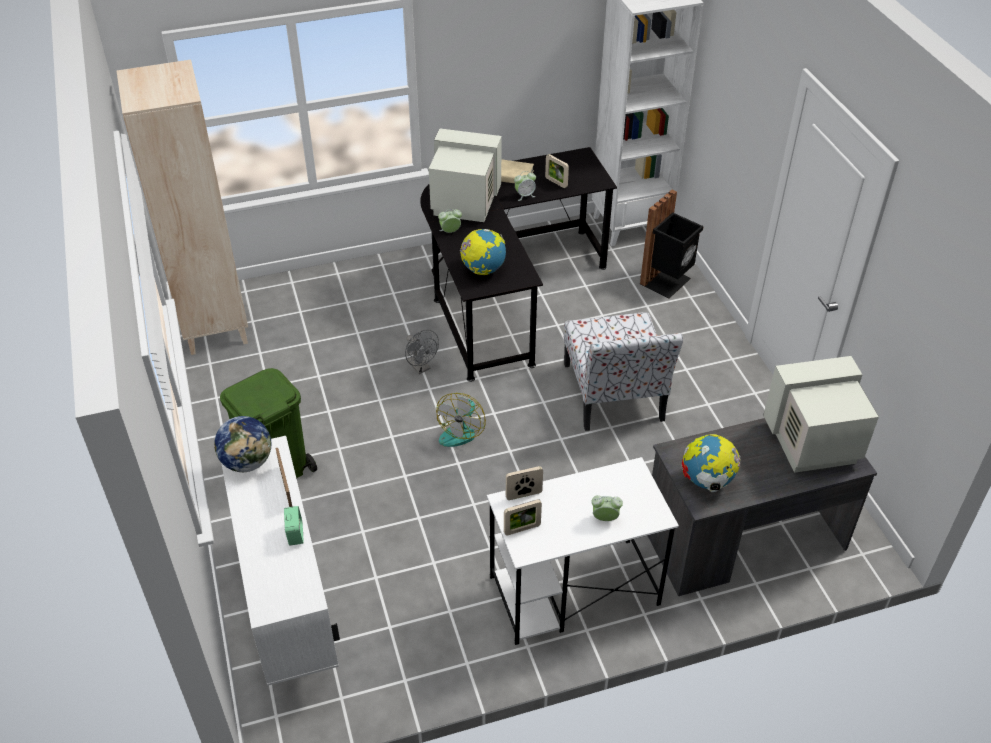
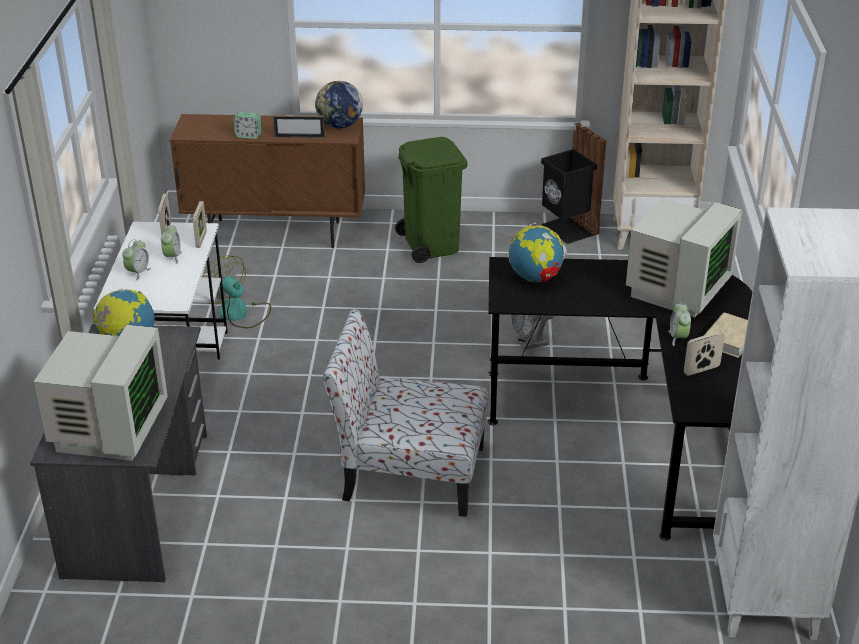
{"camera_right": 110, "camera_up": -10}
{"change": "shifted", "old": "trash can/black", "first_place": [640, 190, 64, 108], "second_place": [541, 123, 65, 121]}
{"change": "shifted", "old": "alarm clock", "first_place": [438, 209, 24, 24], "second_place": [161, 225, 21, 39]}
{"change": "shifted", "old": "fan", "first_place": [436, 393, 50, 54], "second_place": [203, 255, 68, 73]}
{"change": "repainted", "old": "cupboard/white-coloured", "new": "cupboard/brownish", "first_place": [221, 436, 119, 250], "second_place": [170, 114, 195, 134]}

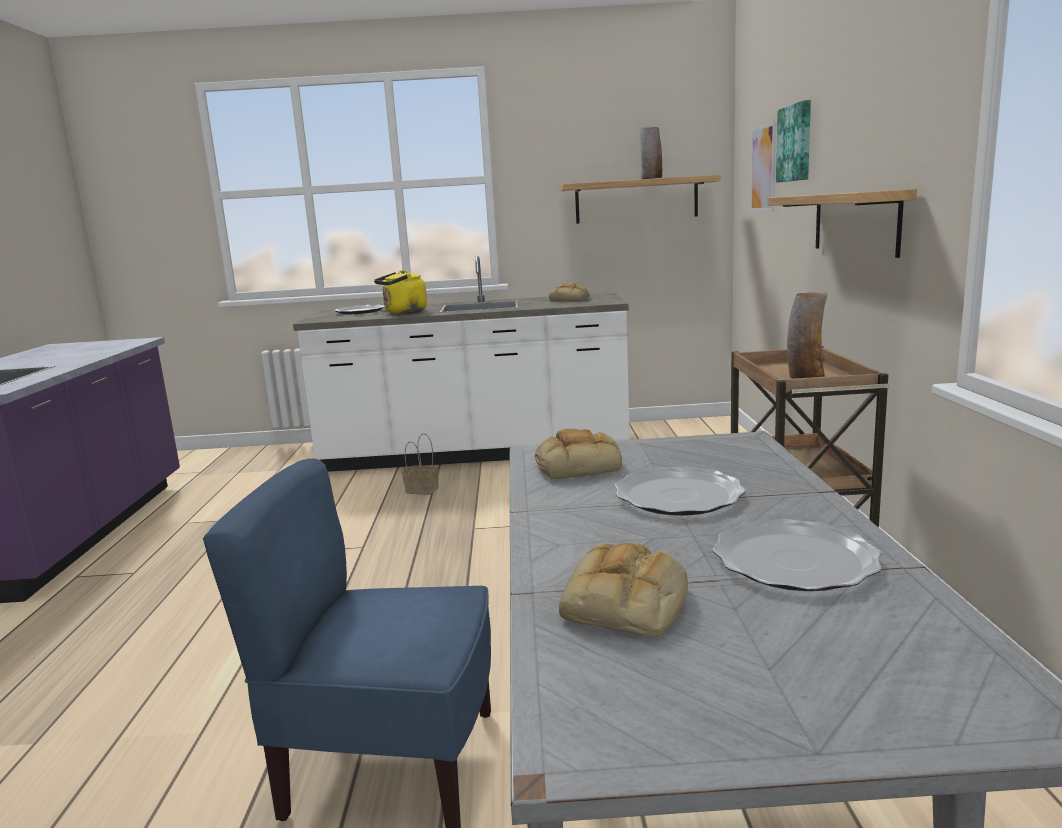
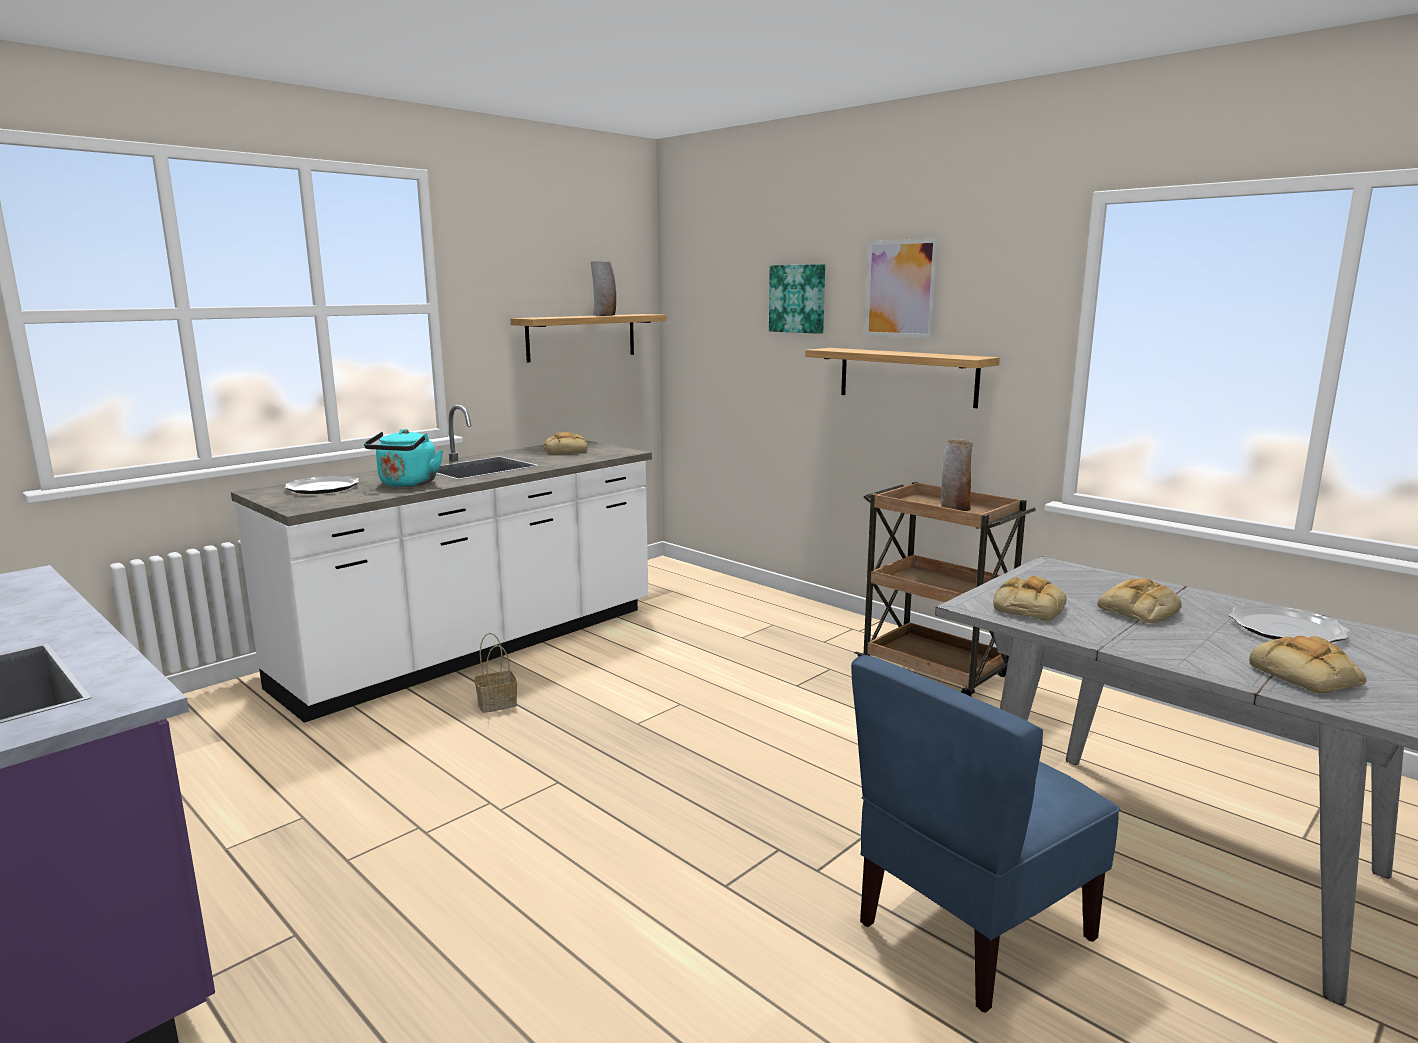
{"camera_right": -45, "camera_up": 0}
{"change": "shifted", "old": "wall picture", "first_place": [750, 121, 26, 91], "second_place": [865, 238, 74, 100]}
{"change": "repainted", "old": "tea kettle/yellow", "new": "tea kettle/turquoise", "first_place": [374, 270, 53, 44], "second_place": [364, 429, 79, 58]}
{"change": "swapped", "old": "plate", "new": "baked bread", "first_place": [615, 466, 131, 50], "second_place": [1097, 578, 85, 45]}

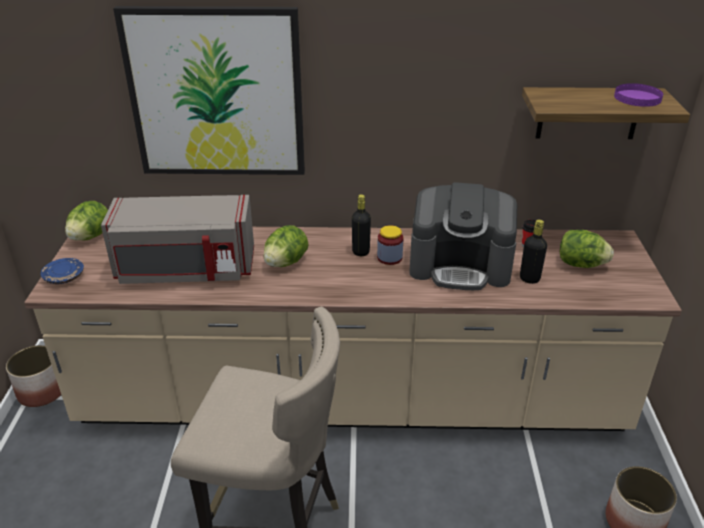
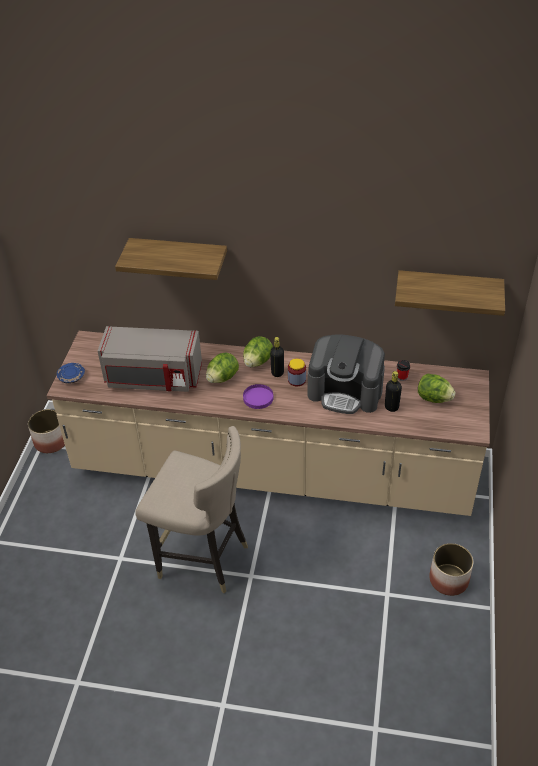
{"camera_right": 10, "camera_up": 10}
{"change": "swapped", "old": "wall picture", "new": "shelf", "first_place": [113, 6, 192, 169], "second_place": [115, 238, 112, 42]}
{"change": "shifted", "old": "plate/purple-coloured", "first_place": [614, 83, 49, 24], "second_place": [243, 384, 30, 25]}
{"change": "shifted", "old": "lettuce head", "first_place": [65, 201, 43, 39], "second_place": [243, 336, 30, 31]}

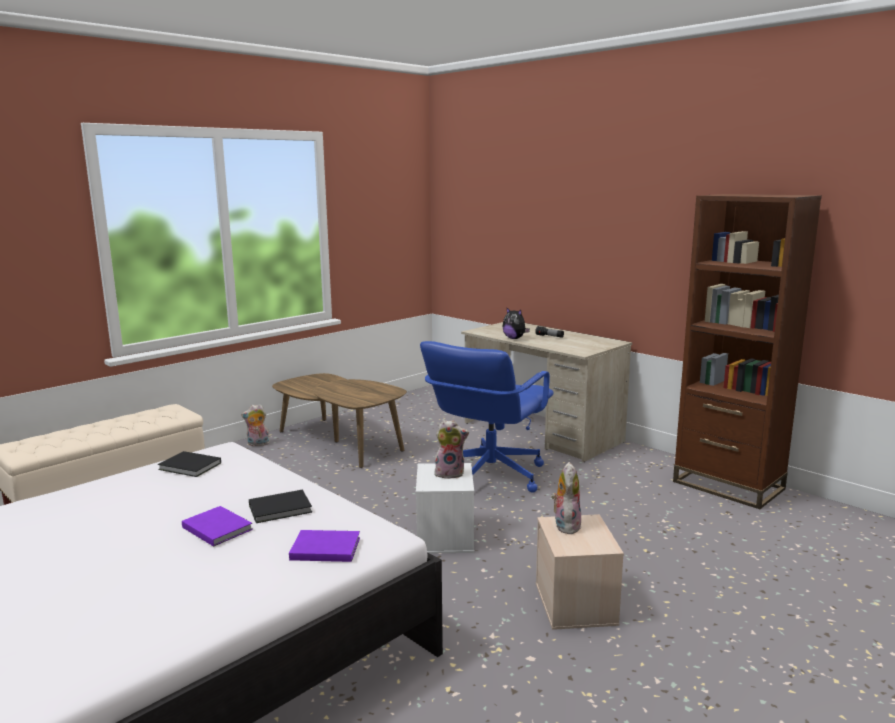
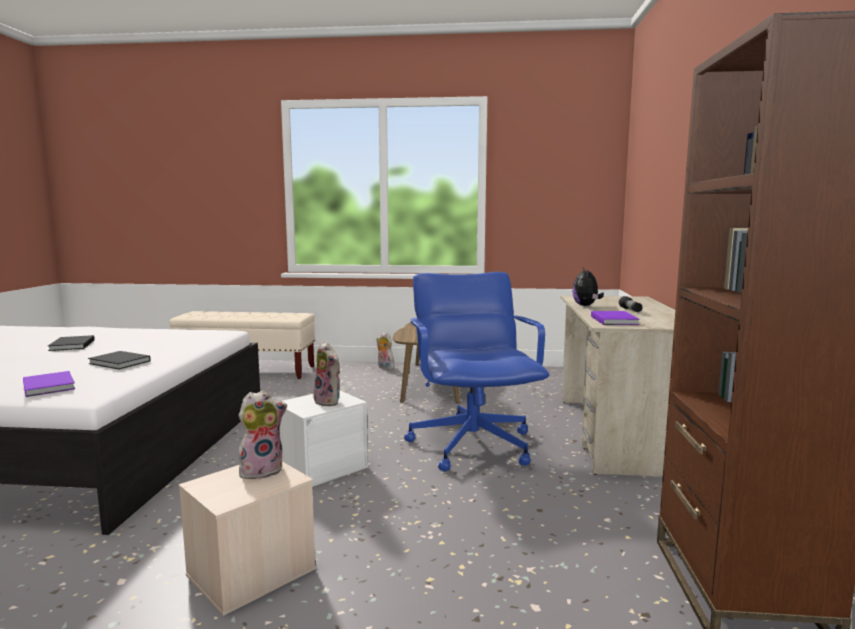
{"camera_right": 50, "camera_up": -5}
{"change": "rotated", "old": "desk chair/blue-coloured", "first_place": [420, 341, 134, 152], "second_place": [404, 272, 146, 199], "degrees": 90}
{"change": "shifted", "old": "book/black", "first_place": [158, 451, 63, 26], "second_place": [48, 335, 47, 16]}
{"change": "shifted", "old": "book/purple-coloured", "first_place": [182, 506, 71, 41], "second_place": [591, 311, 49, 14]}

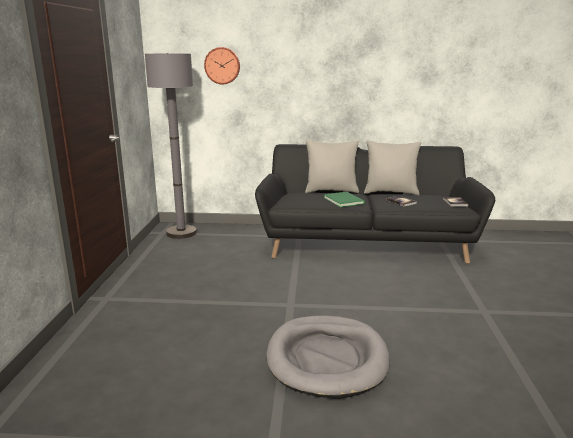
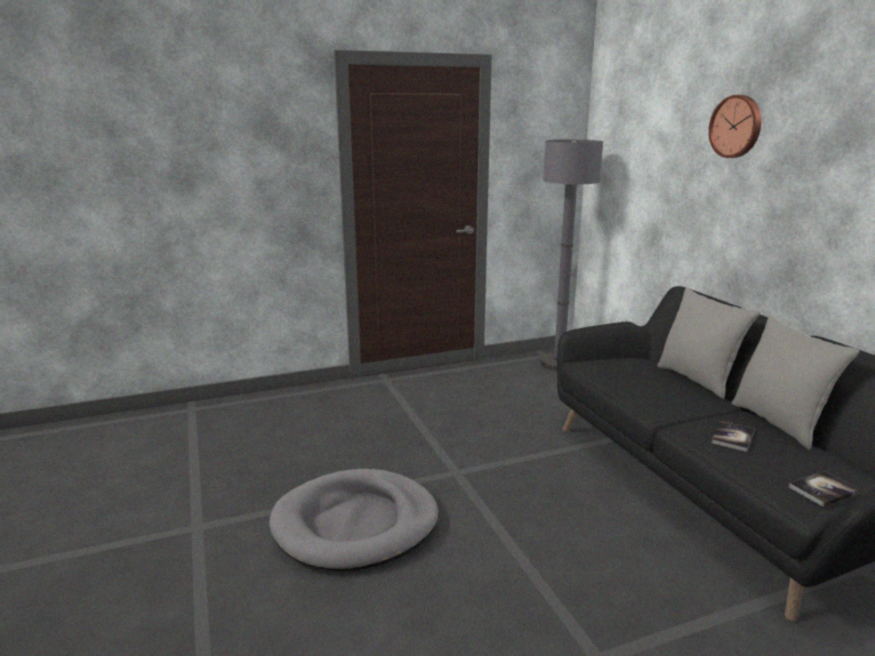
{"camera_right": 65, "camera_up": 0}
{"change": "shifted", "old": "clock on the wall", "first_place": [204, 47, 36, 37], "second_place": [709, 95, 52, 63]}
{"change": "gone", "old": "book/green", "first_place": [324, 192, 41, 15]}

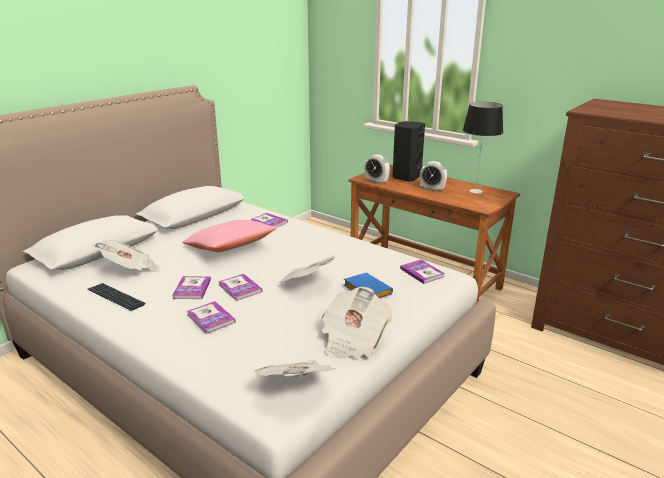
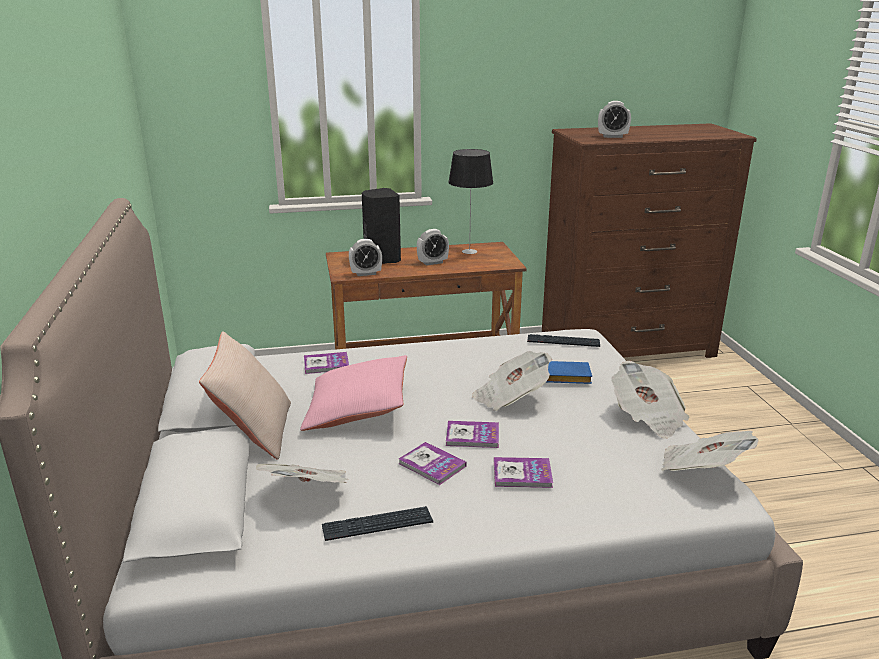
{"camera_right": -50, "camera_up": 0}
{"change": "swapped", "old": "book", "new": "keyboard", "first_place": [400, 259, 45, 25], "second_place": [527, 334, 73, 13]}
{"change": "new", "new": "alarm clock", "second_place": [598, 101, 33, 37]}
{"change": "new", "new": "pillow/beige", "second_place": [199, 331, 92, 129]}

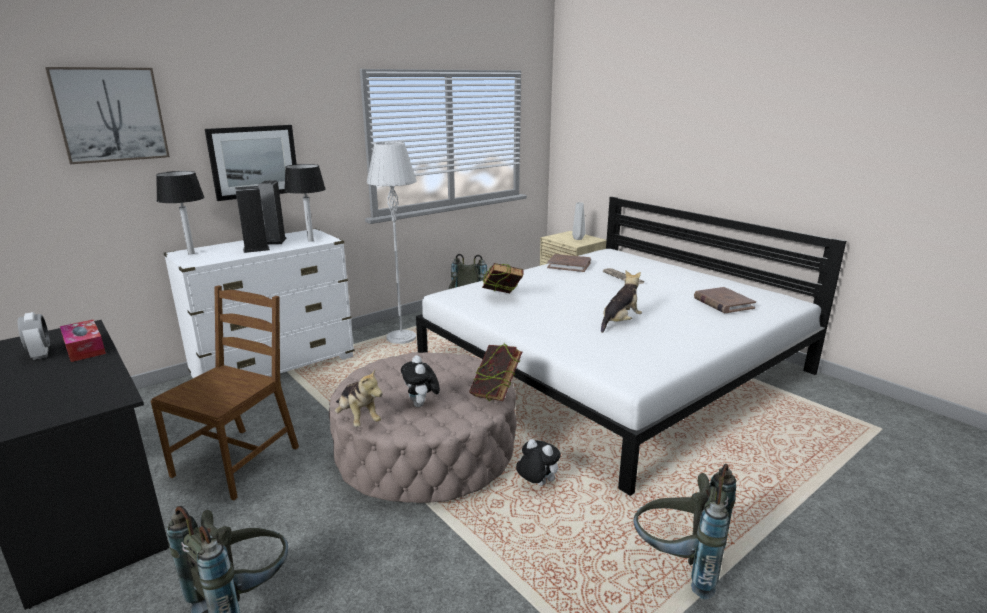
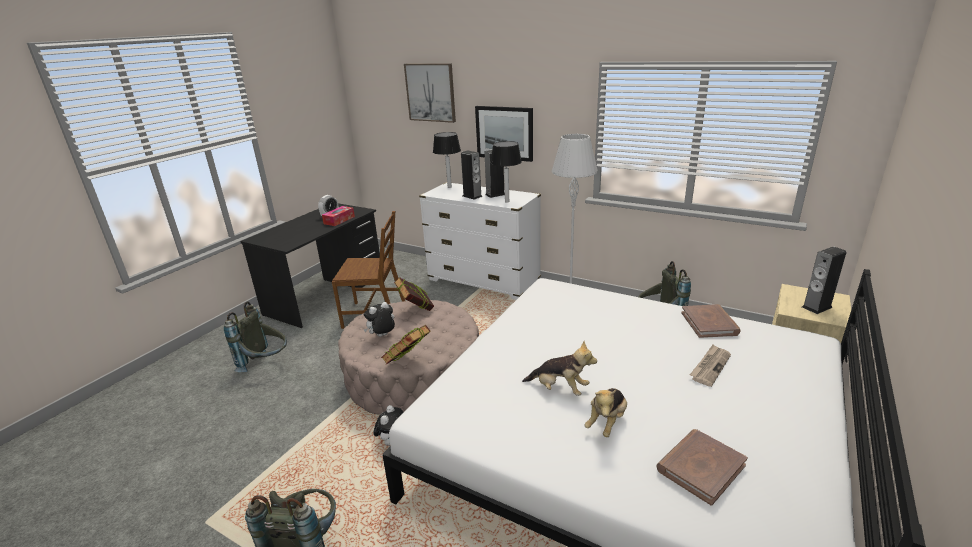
{"camera_right": 70, "camera_up": 5}
{"change": "swapped", "old": "flower vase/gray", "new": "speaker", "first_place": [572, 202, 14, 38], "second_place": [802, 247, 44, 67]}
{"change": "shifted", "old": "book", "first_place": [482, 263, 42, 31], "second_place": [394, 277, 40, 34]}
{"change": "shifted", "old": "soft toy", "first_place": [335, 369, 47, 58], "second_place": [584, 388, 43, 49]}

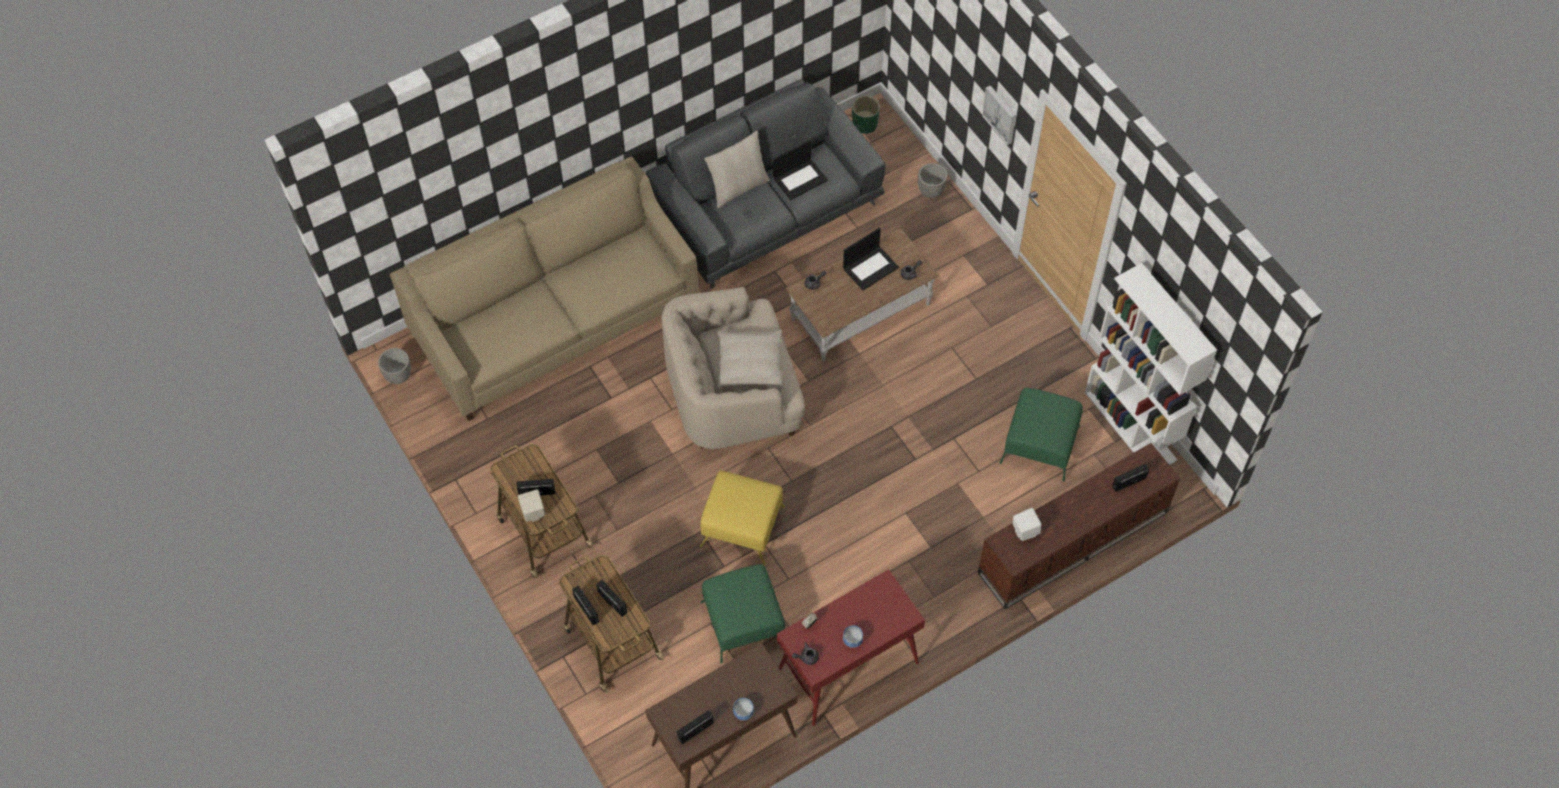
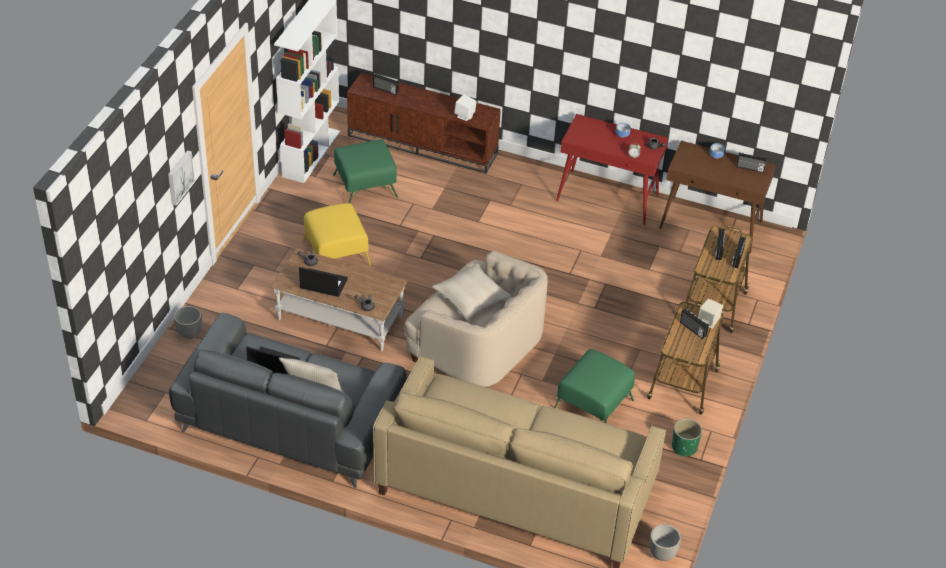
{"camera_right": -130, "camera_up": -15}
{"change": "shifted", "old": "flower pot/green", "first_place": [852, 96, 28, 38], "second_place": [672, 418, 30, 39]}
{"change": "shifted", "old": "ottoman/yellow", "first_place": [700, 471, 85, 94], "second_place": [303, 203, 68, 63]}
{"change": "shifted", "old": "ottoman/green", "first_place": [701, 564, 84, 99], "second_place": [554, 349, 81, 74]}

